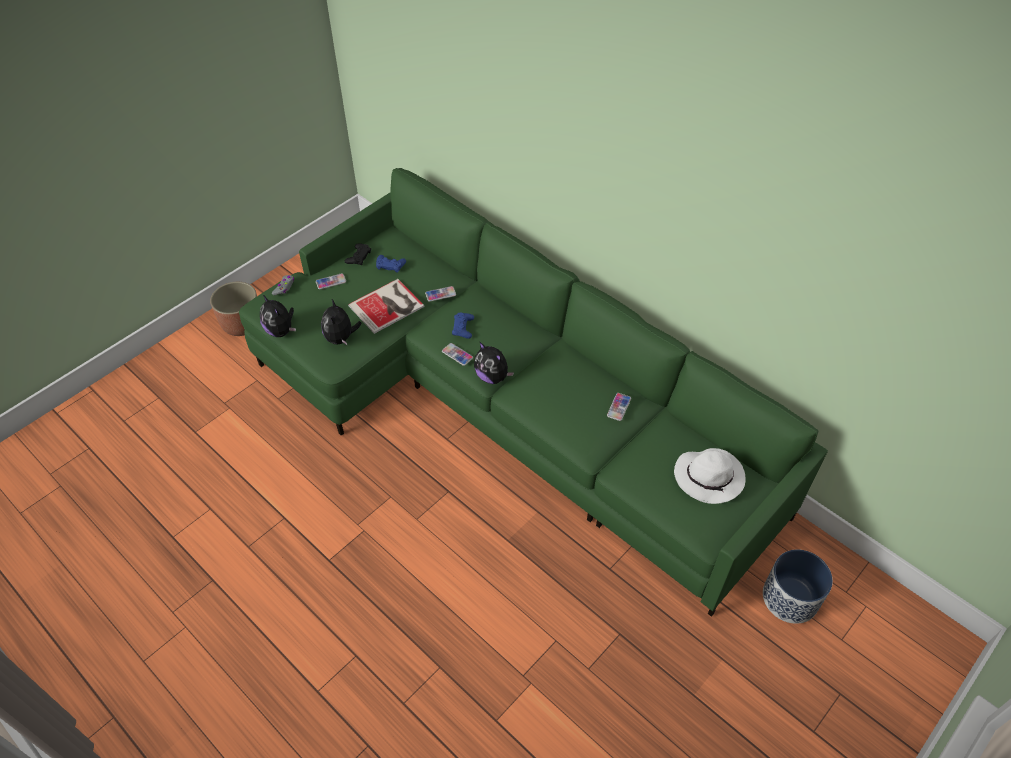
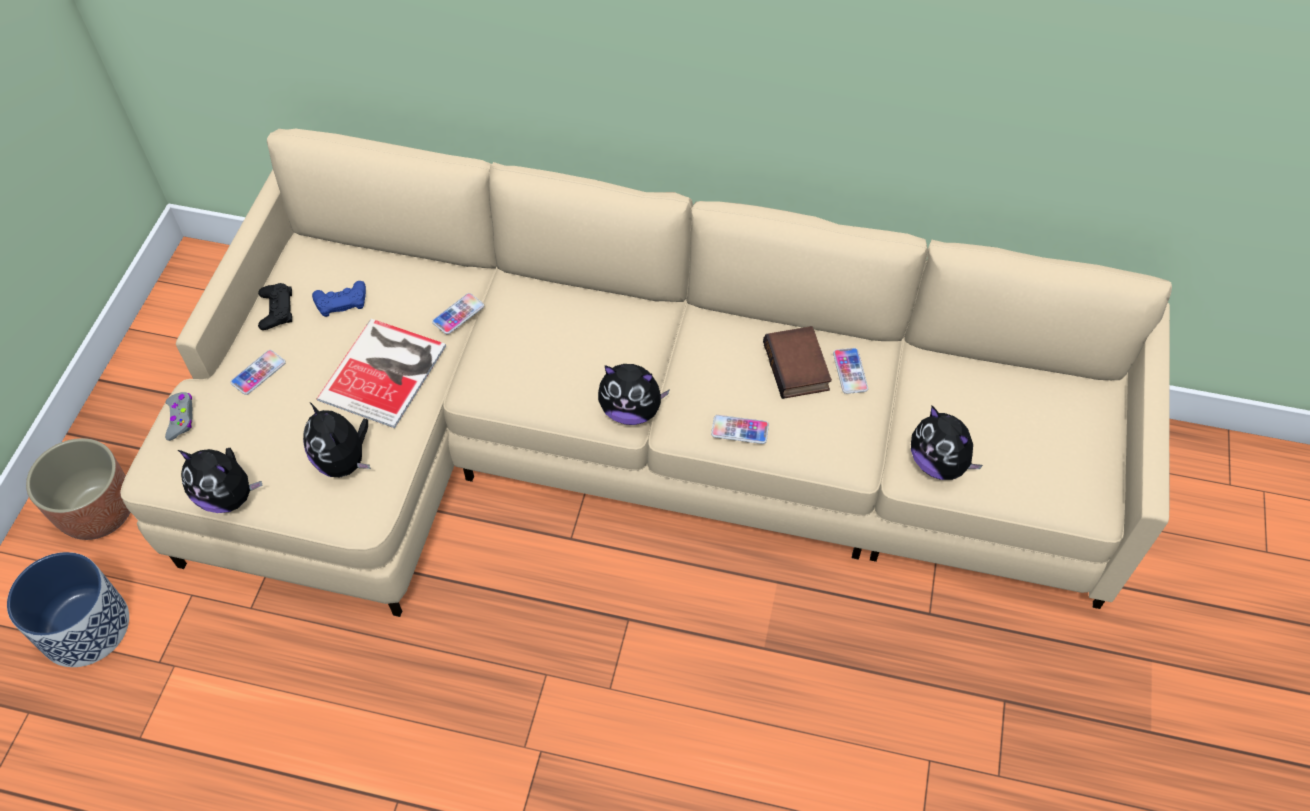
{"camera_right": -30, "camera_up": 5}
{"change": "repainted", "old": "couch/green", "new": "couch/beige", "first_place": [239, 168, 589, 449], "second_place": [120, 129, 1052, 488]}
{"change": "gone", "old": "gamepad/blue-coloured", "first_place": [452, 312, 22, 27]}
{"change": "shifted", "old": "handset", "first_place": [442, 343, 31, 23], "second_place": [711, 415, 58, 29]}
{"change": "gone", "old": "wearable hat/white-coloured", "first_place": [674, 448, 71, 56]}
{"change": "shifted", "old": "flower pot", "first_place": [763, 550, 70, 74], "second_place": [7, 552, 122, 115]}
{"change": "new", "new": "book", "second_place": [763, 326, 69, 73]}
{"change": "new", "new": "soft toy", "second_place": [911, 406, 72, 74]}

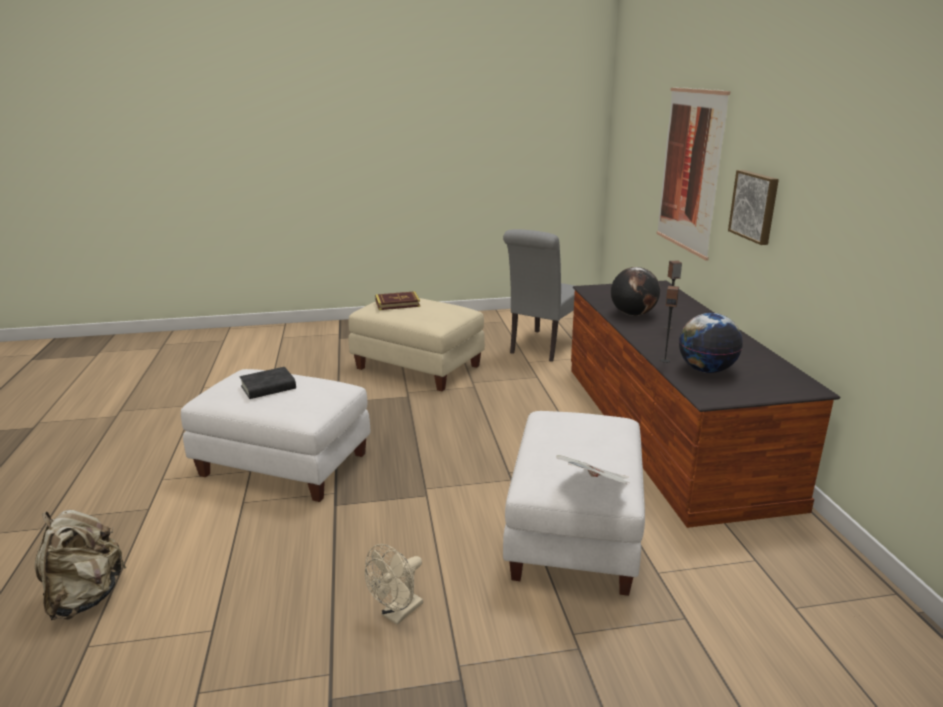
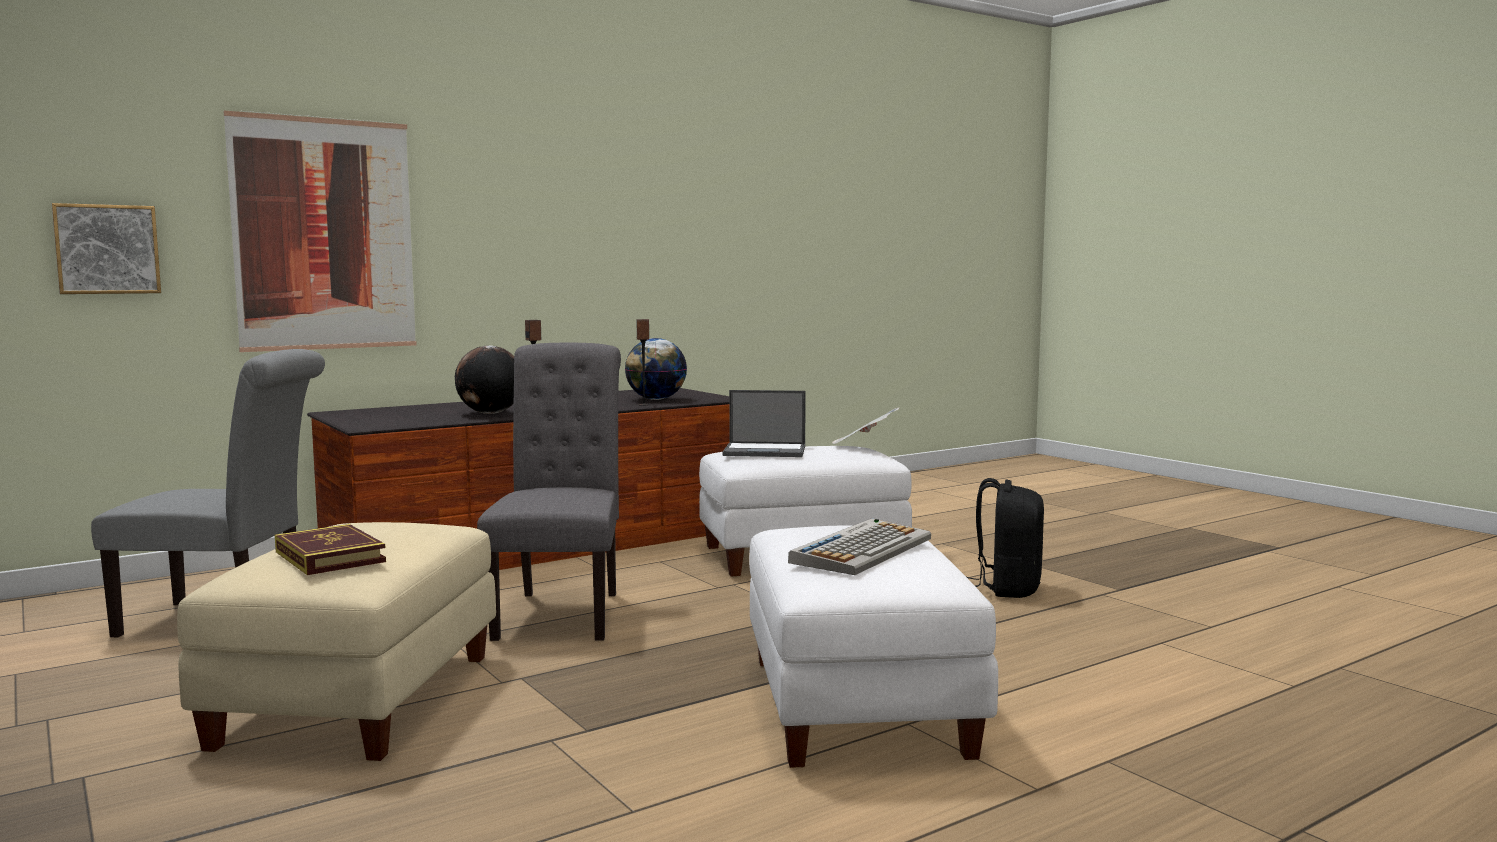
{"camera_right": -115, "camera_up": -15}
{"change": "shifted", "old": "wall picture", "first_place": [728, 170, 51, 75], "second_place": [52, 203, 109, 91]}
{"change": "swapped", "old": "book/black", "new": "keyboard", "first_place": [240, 367, 56, 32], "second_place": [788, 518, 143, 57]}
{"change": "gone", "old": "rucksack/beige", "first_place": [35, 510, 92, 110]}
{"change": "swapped", "old": "fan/beige", "new": "rucksack/black", "first_place": [365, 544, 58, 81], "second_place": [967, 478, 77, 120]}
{"change": "new", "new": "plain chair/gray", "second_place": [477, 343, 144, 298]}
{"change": "new", "new": "portable computer", "second_place": [722, 390, 84, 67]}

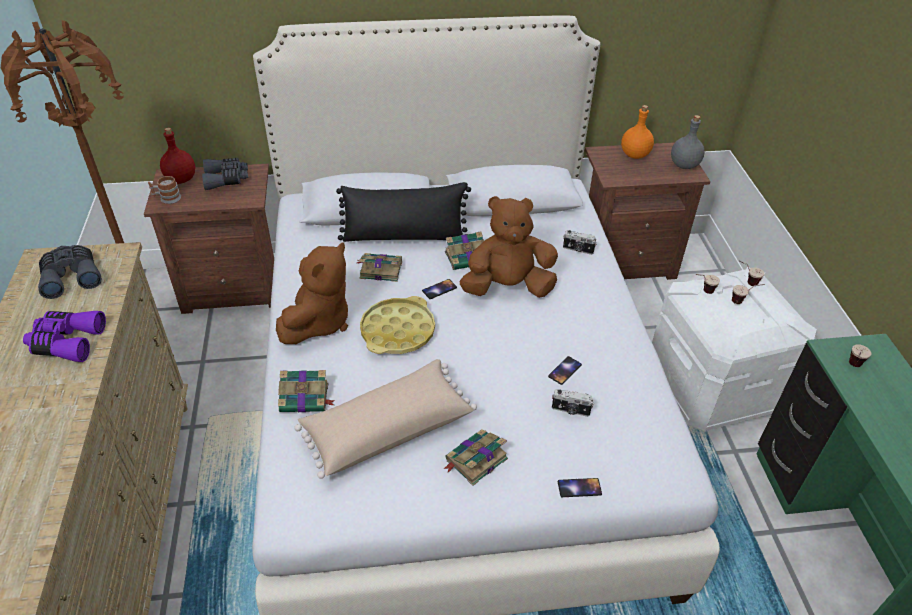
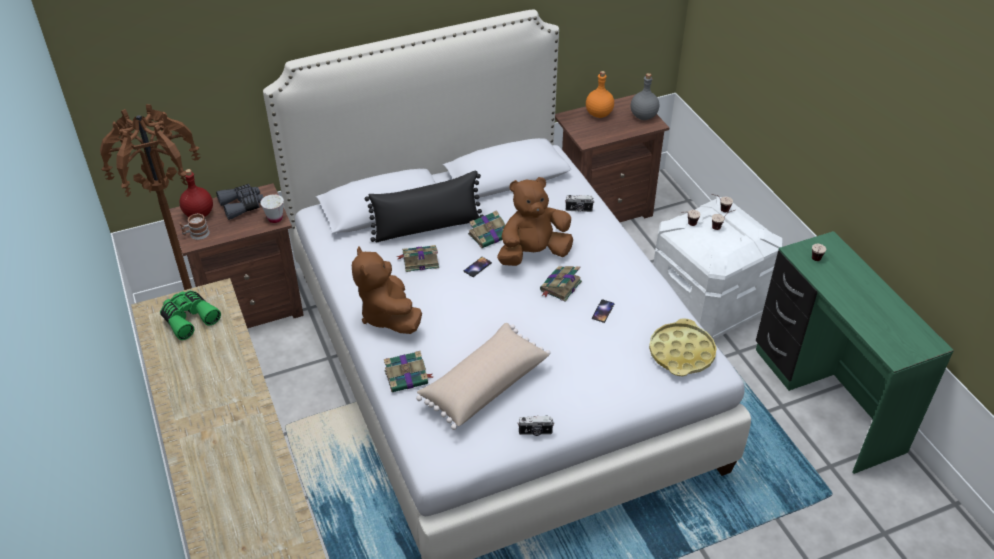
{"camera_right": -15, "camera_up": 0}
{"change": "rotated", "old": "soft toy/brownish", "first_place": [276, 242, 72, 102], "second_place": [352, 246, 70, 88], "degrees": 150}
{"change": "repainted", "old": "field glasses/gray", "new": "field glasses/green", "first_place": [38, 245, 64, 54], "second_place": [160, 290, 61, 50]}
{"change": "shifted", "old": "serving tray/yellow", "first_place": [360, 296, 75, 58], "second_place": [649, 318, 67, 58]}
{"change": "gone", "old": "field glasses/purple-coloured", "first_place": [23, 311, 83, 51]}
{"change": "shifted", "old": "photo camera", "first_place": [552, 389, 42, 28], "second_place": [518, 415, 36, 21]}
{"change": "shifted", "old": "book", "first_place": [443, 429, 65, 57], "second_place": [540, 266, 42, 36]}
{"change": "gone", "old": "handset", "first_place": [558, 478, 44, 19]}
{"change": "new", "new": "drinking cup/white-coloured", "second_place": [260, 194, 24, 29]}

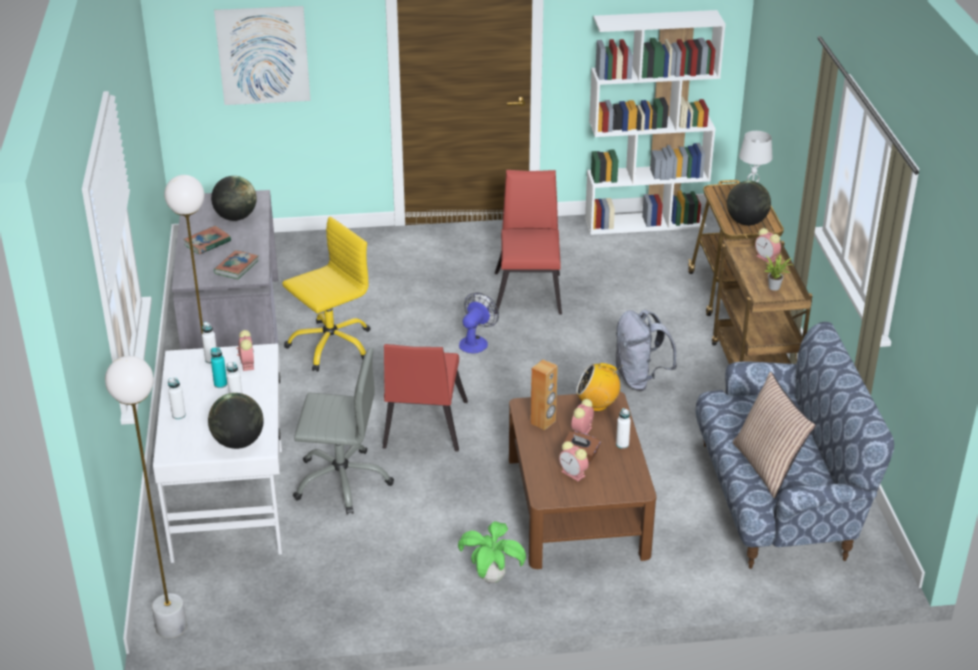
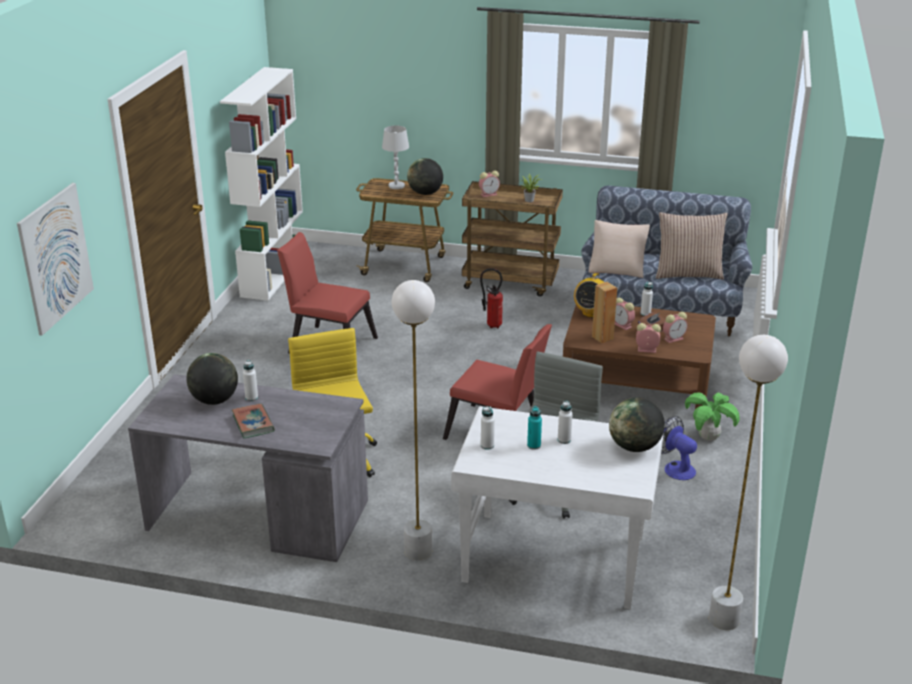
{"camera_right": -70, "camera_up": -5}
{"change": "gone", "old": "book", "first_place": [214, 250, 45, 29]}
{"change": "shifted", "old": "fan", "first_place": [459, 292, 40, 61], "second_place": [661, 416, 36, 64]}
{"change": "swapped", "old": "rucksack/gray", "new": "fire-fighting cylinder", "first_place": [615, 310, 62, 81], "second_place": [480, 268, 23, 60]}
{"change": "shifted", "old": "alarm clock", "first_place": [236, 330, 18, 41], "second_place": [636, 323, 25, 30]}
{"change": "shifted", "old": "drink bottle/white-coloured", "first_place": [168, 378, 18, 41], "second_place": [243, 360, 15, 41]}
{"change": "new", "new": "pillow/beige", "second_place": [589, 220, 61, 58]}

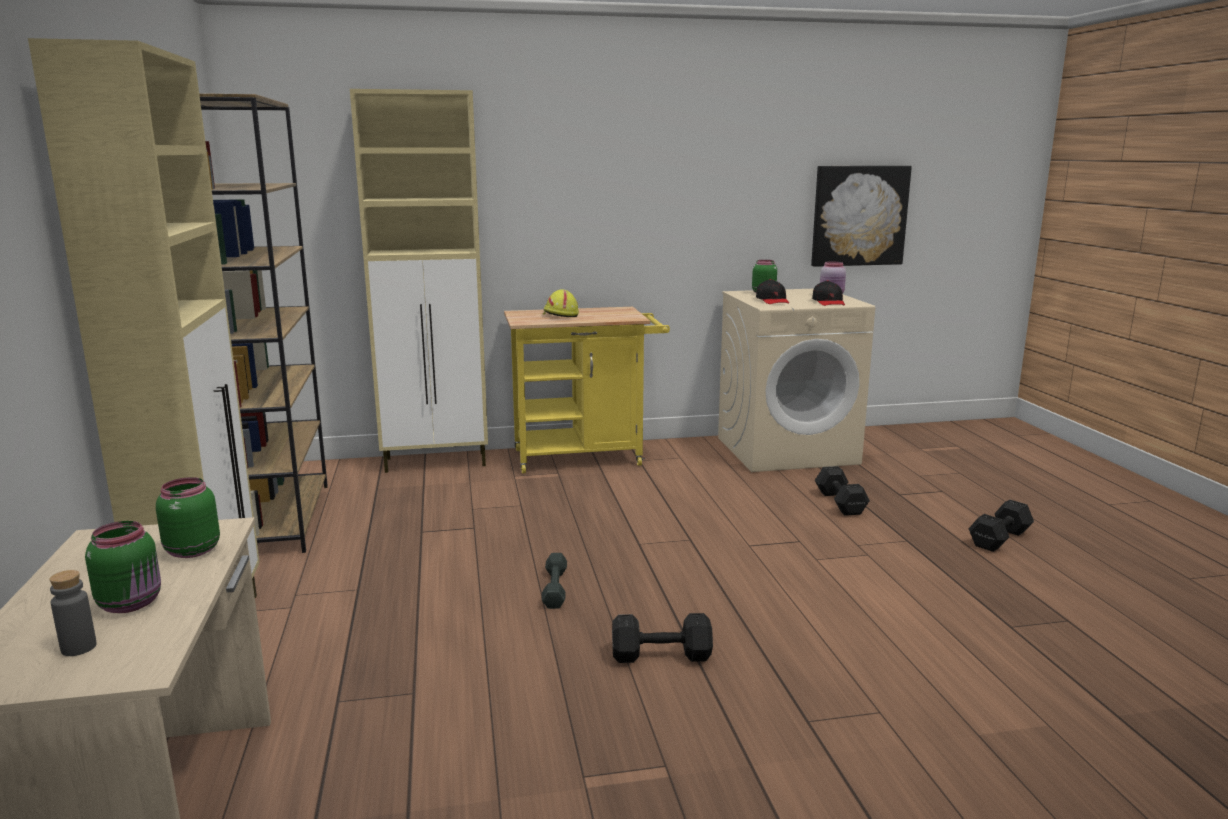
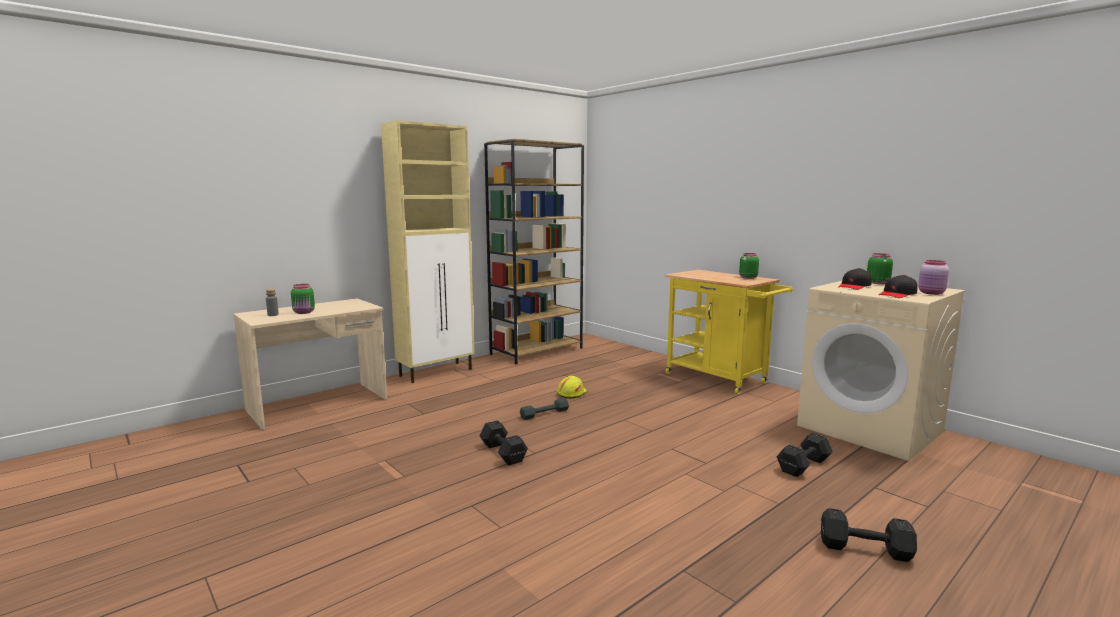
{"camera_right": 60, "camera_up": -5}
{"change": "gone", "old": "cupboard/beige", "first_place": [350, 89, 138, 384]}
{"change": "gone", "old": "wall picture", "first_place": [811, 166, 101, 101]}
{"change": "shifted", "old": "hard hat/yellow", "first_place": [543, 289, 36, 28], "second_place": [557, 376, 30, 23]}
{"change": "shifted", "old": "preserve jar/green", "first_place": [156, 477, 64, 81], "second_place": [739, 253, 20, 26]}

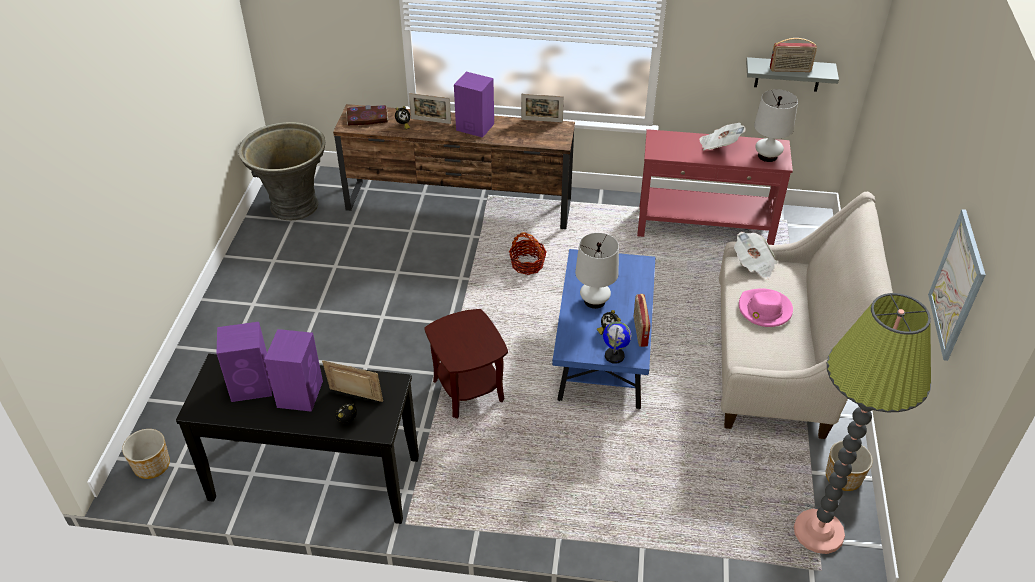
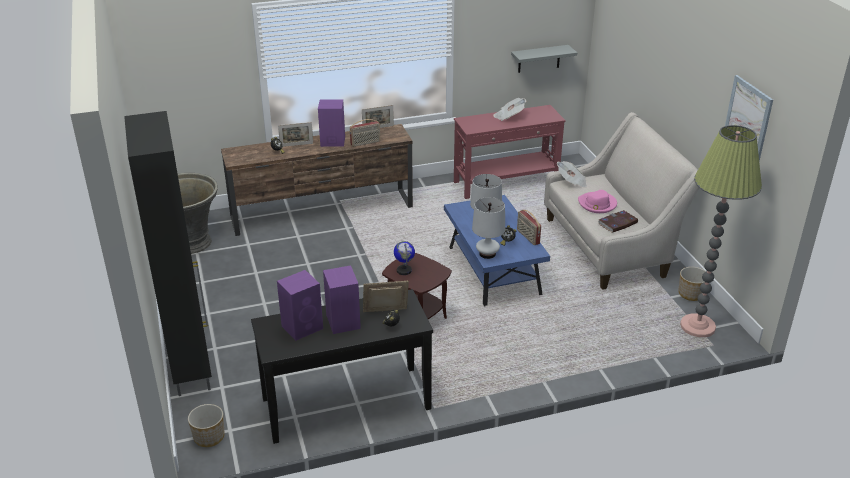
{"camera_right": -25, "camera_up": -10}
{"change": "shifted", "old": "radio set", "first_place": [770, 38, 47, 34], "second_place": [350, 119, 30, 28]}
{"change": "shifted", "old": "tabletop lamp/white-coloured", "first_place": [754, 89, 44, 73], "second_place": [472, 197, 33, 62]}
{"change": "shifted", "old": "book", "first_place": [346, 105, 42, 20], "second_place": [598, 210, 40, 23]}
{"change": "gone", "old": "storage basket", "first_place": [509, 233, 38, 42]}
{"change": "shifted", "old": "globe", "first_place": [603, 321, 28, 43], "second_place": [394, 241, 21, 34]}
{"change": "new", "new": "cupboard/black", "second_place": [124, 111, 88, 285]}

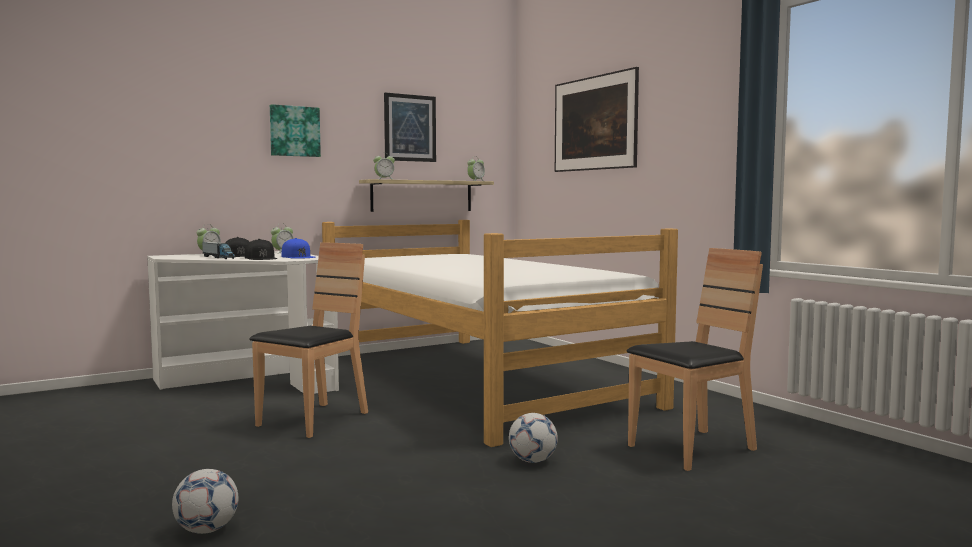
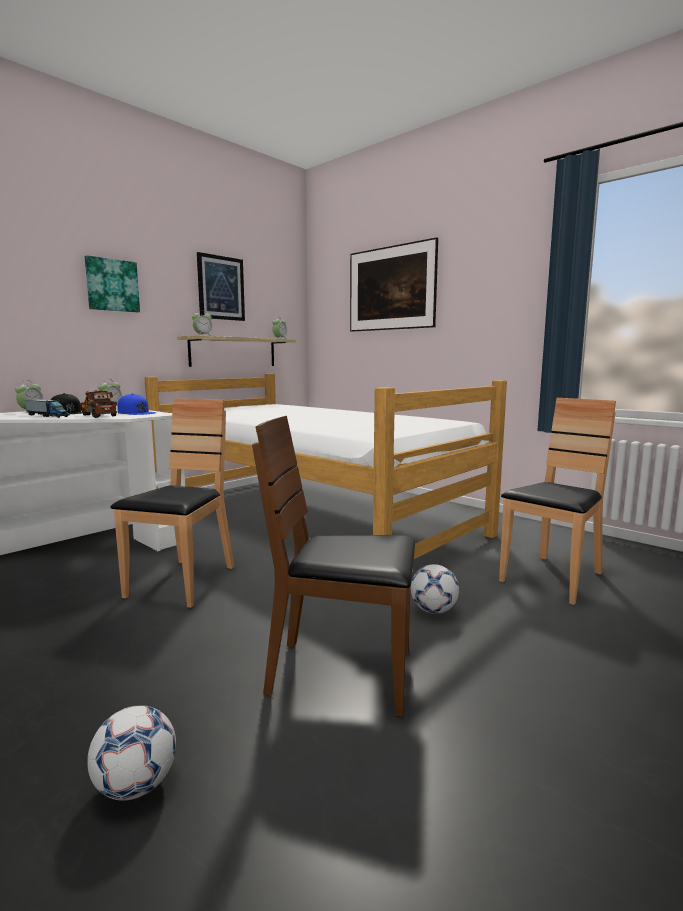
{"camera_right": -15, "camera_up": 5}
{"change": "swapped", "old": "peaked cap/black", "new": "model truck", "first_place": [245, 239, 33, 21], "second_place": [80, 390, 37, 28]}
{"change": "new", "new": "plain chair/brownish", "second_place": [252, 416, 163, 301]}

